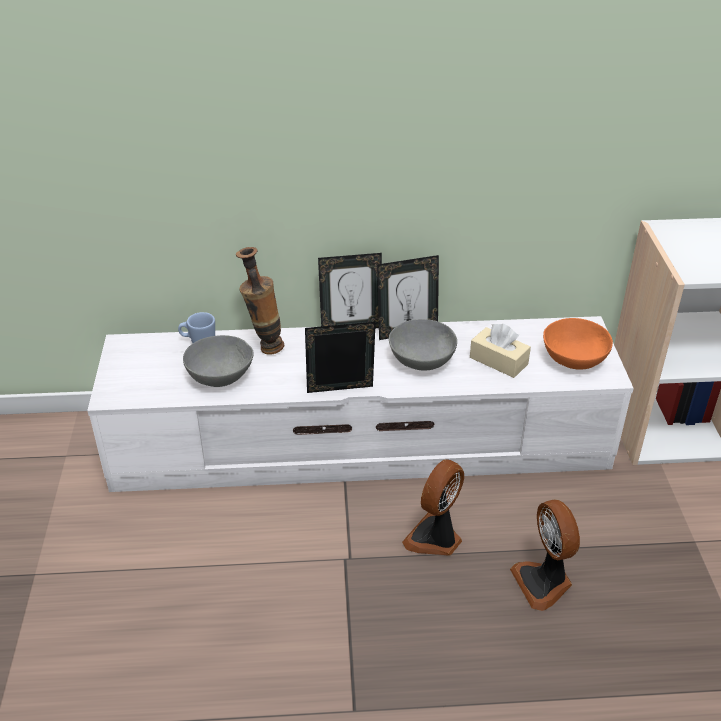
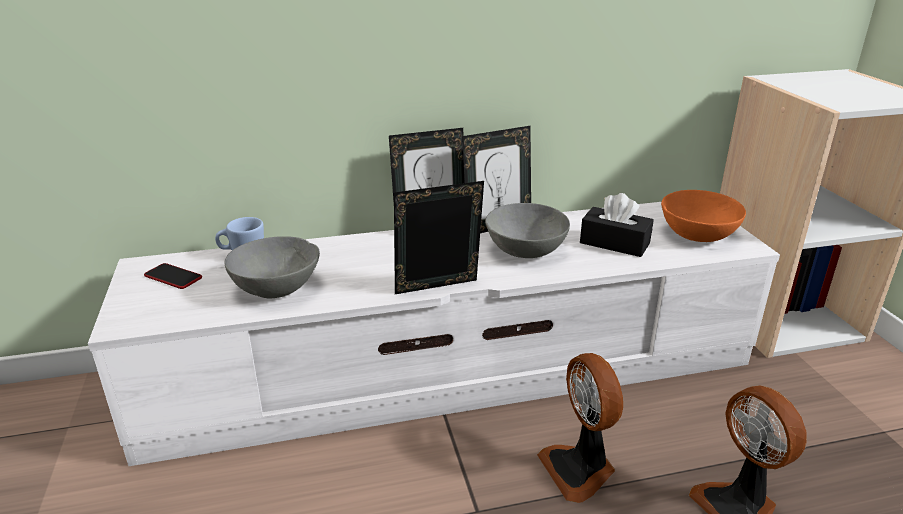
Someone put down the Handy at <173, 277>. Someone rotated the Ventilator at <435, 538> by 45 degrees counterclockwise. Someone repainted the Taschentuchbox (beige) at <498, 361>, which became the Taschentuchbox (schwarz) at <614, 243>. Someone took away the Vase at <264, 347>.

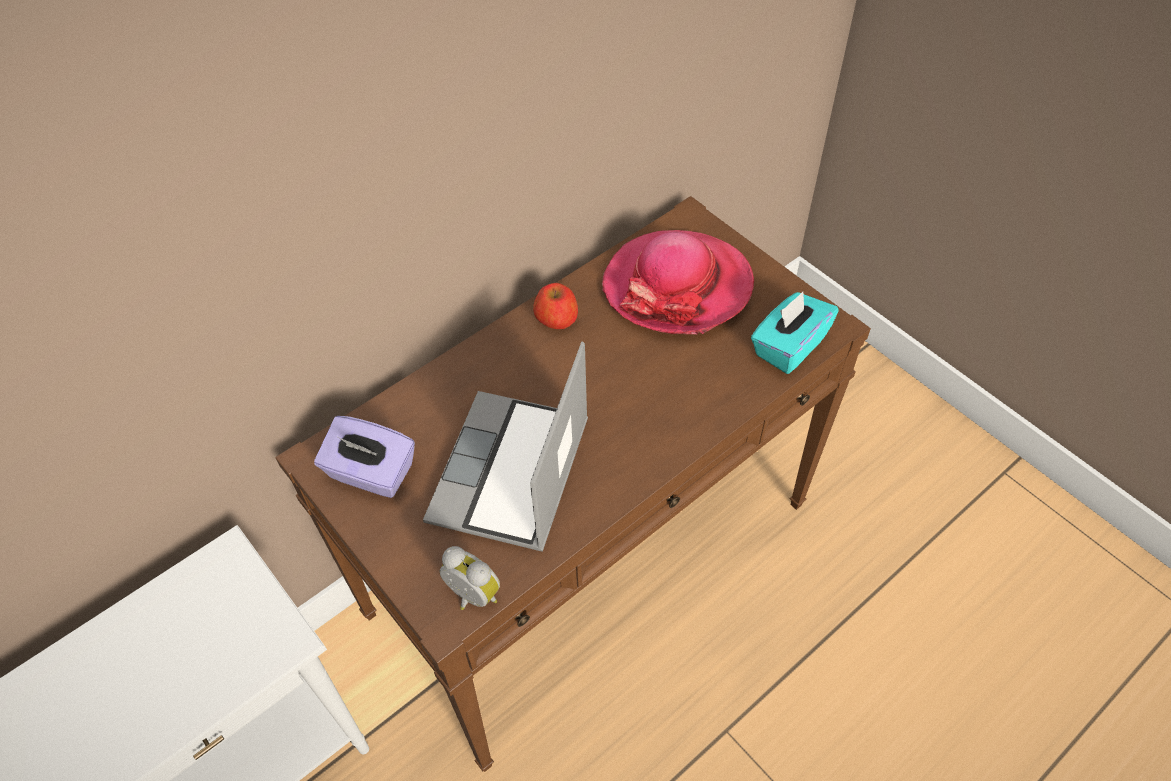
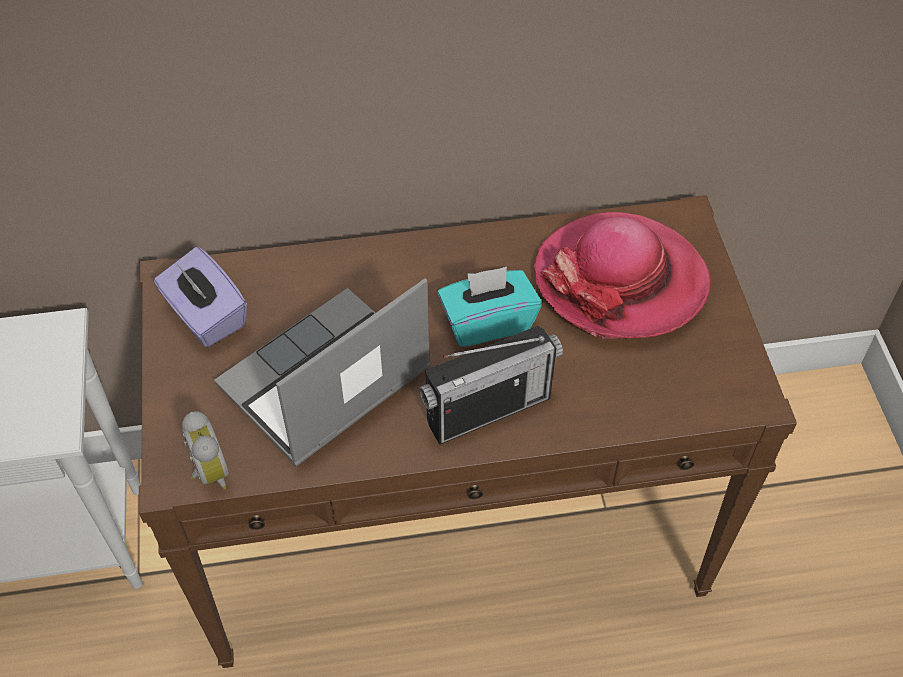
Someone put down the Radio at <488, 409>. Someone carried the Taschentuchbox (türkis) from <789, 346> to <487, 322>. Someone took away the Apfel at <556, 318>.

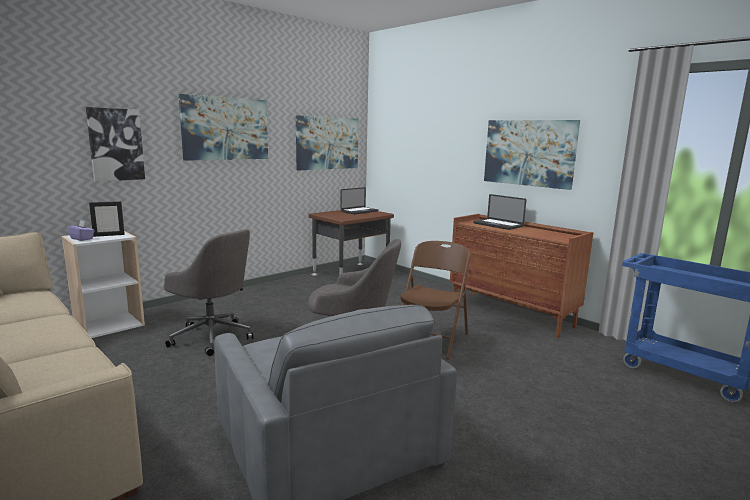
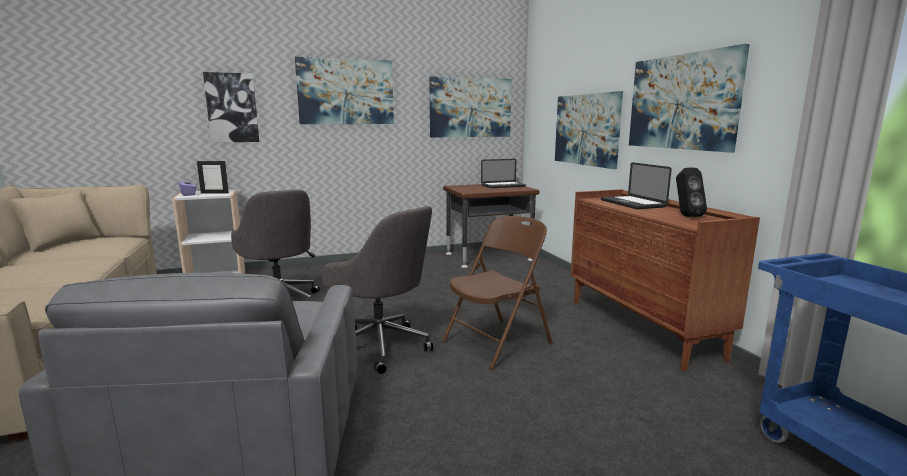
Someone put up the Bild at <586, 129>. Someone put down the Lautsprecher (schwarz) at <686, 216>.

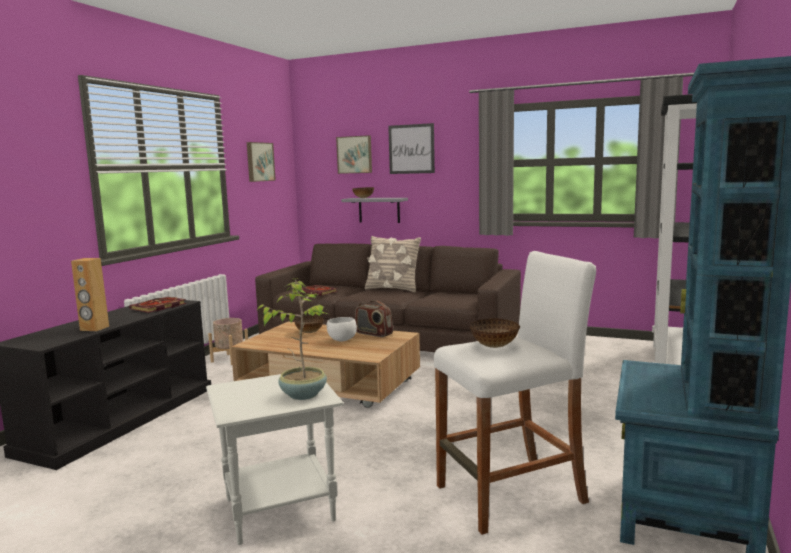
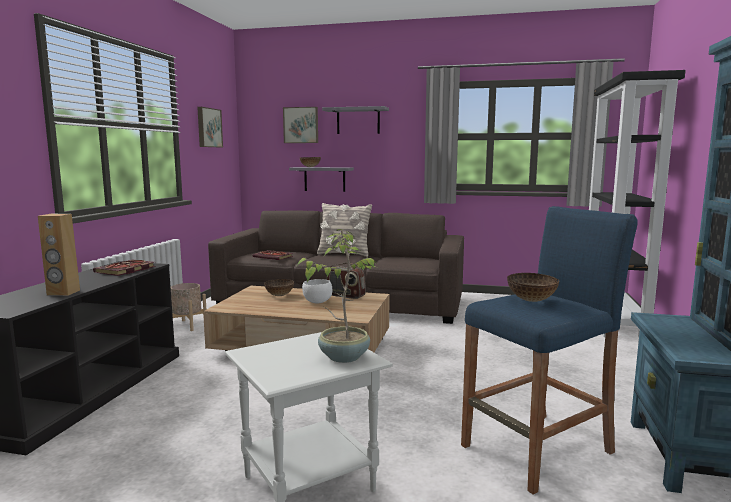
Someone swapped the Bild at <411, 149> for the Wandregal (grau) at <358, 121>. Someone repainted the Hocker (weiß) at <510, 495>, which became the Hocker (blau) at <537, 450>.

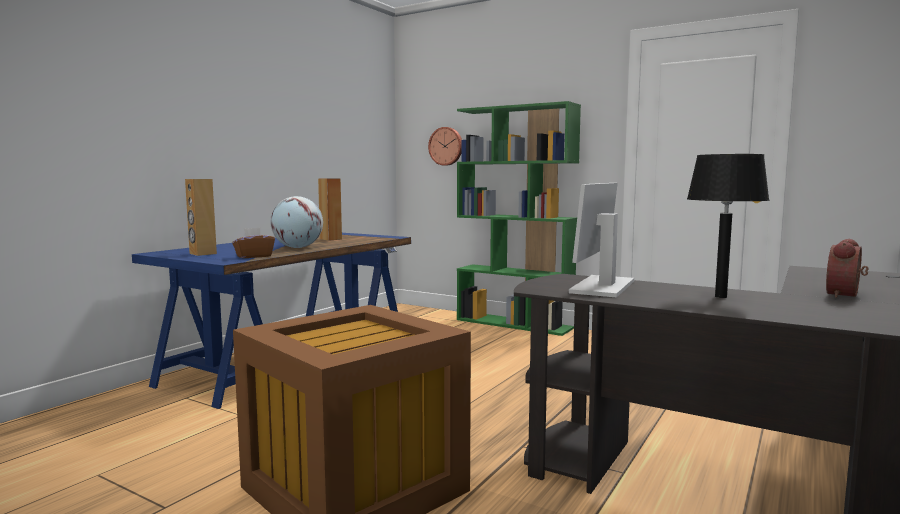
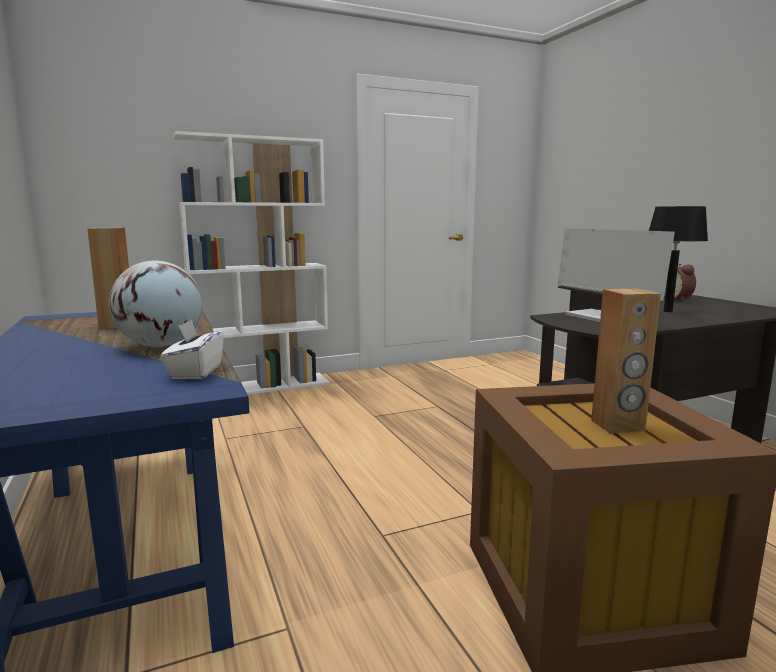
Someone repainted the Taschentuchbox (braun) at <254, 256>, which became the Taschentuchbox (weiß) at <195, 372>. Someone repainted the Bücherregal (grün) at <514, 324>, which became the Bücherregal (weiß) at <263, 386>. Someone carried the Lautsprecher (braun) from <202, 253> to <618, 425>. Someone took away the Wanduhr at <446, 146>.

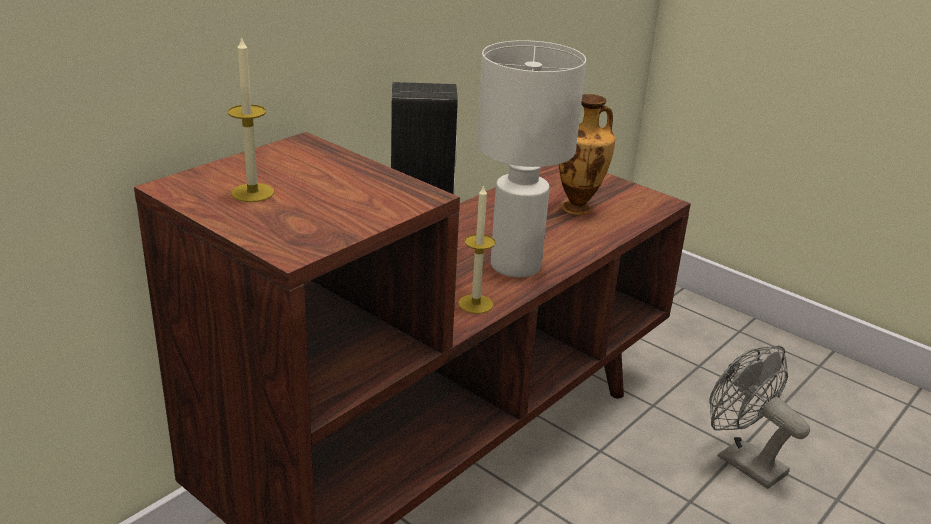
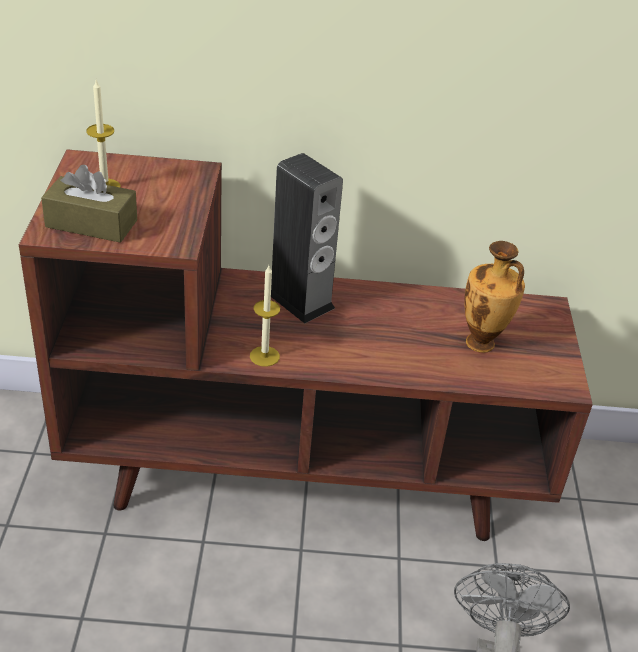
Someone put down the Taschentuchbox (braun) at <91, 223>. Someone took away the Tischlampe (weiß) at <514, 265>.

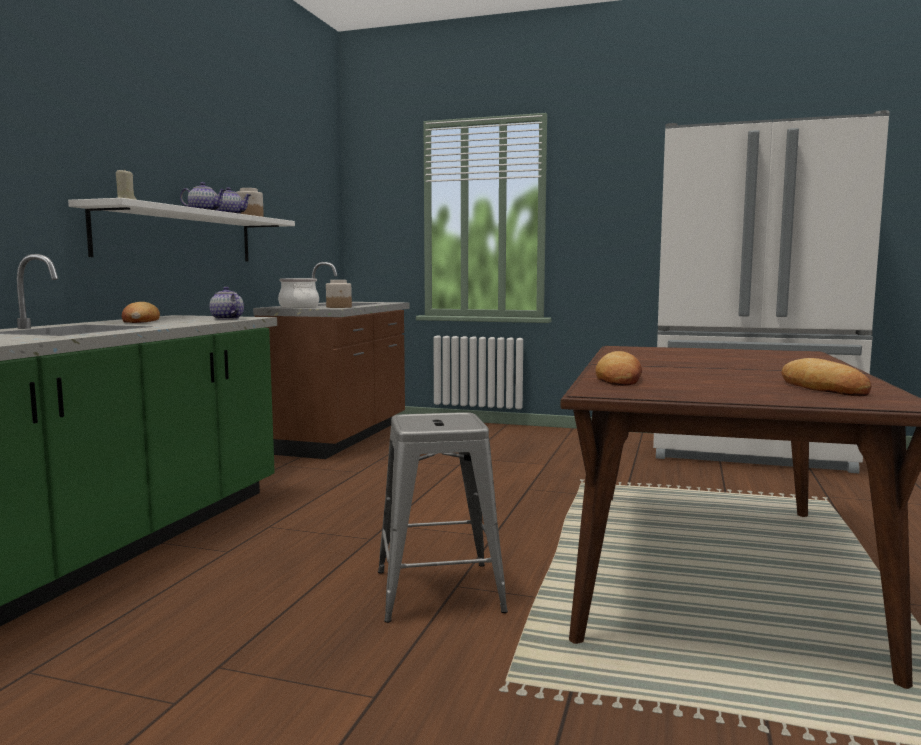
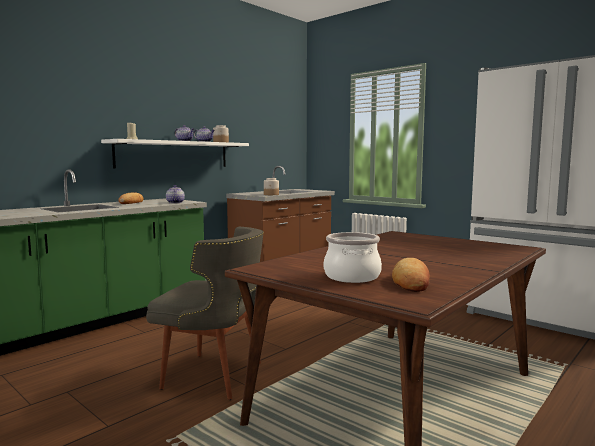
Someone swapped the Hocker (grau) at <438, 591> for the Stuhl (grau) at <212, 376>. Someone carried the Kochtopf from <299, 307> to <352, 276>. Someone took away the Brot at <620, 378>.

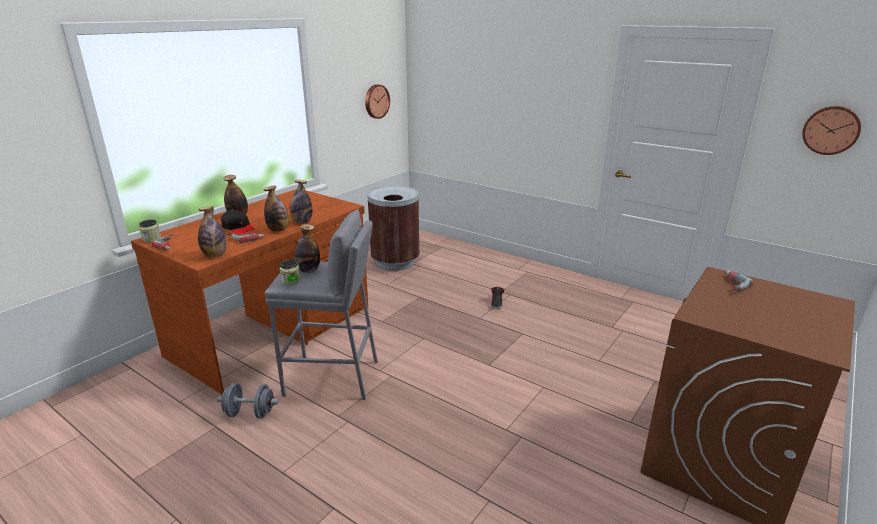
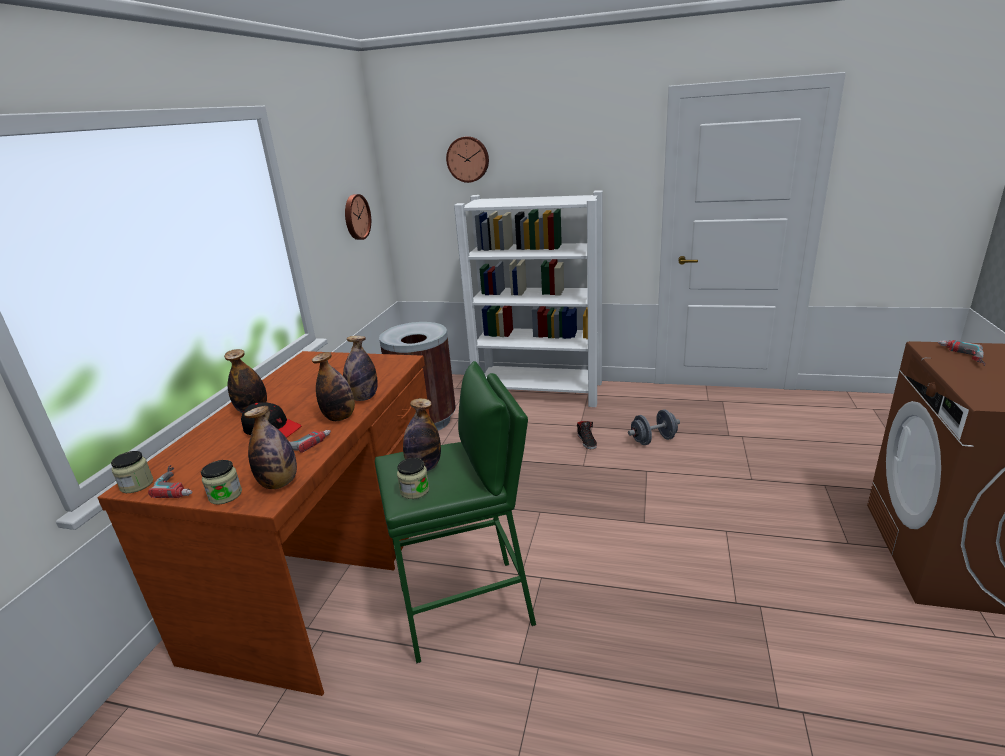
Someone put down the Vorratsglas at <225, 495>. Someone repainted the Hocker (grau) at <332, 377>, which became the Hocker (grün) at <467, 607>. Someone carried the Wanduhr from <831, 130> to <468, 159>. Someone put down the Bücherregal (weiß) at <538, 391>. Someone carried the Hantel (grau) from <250, 413> to <653, 440>.

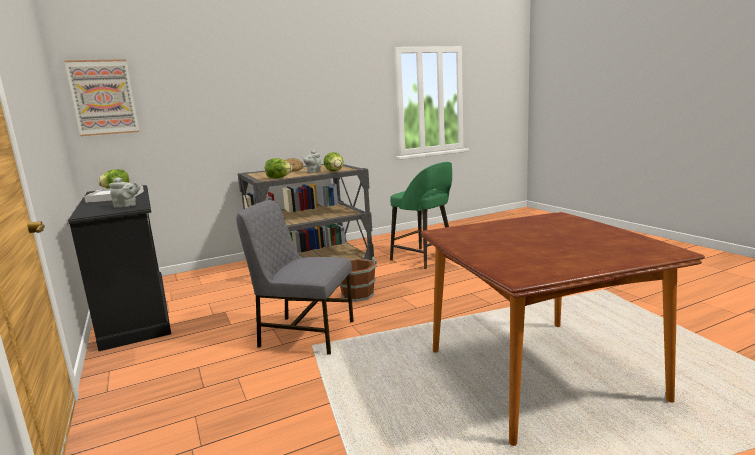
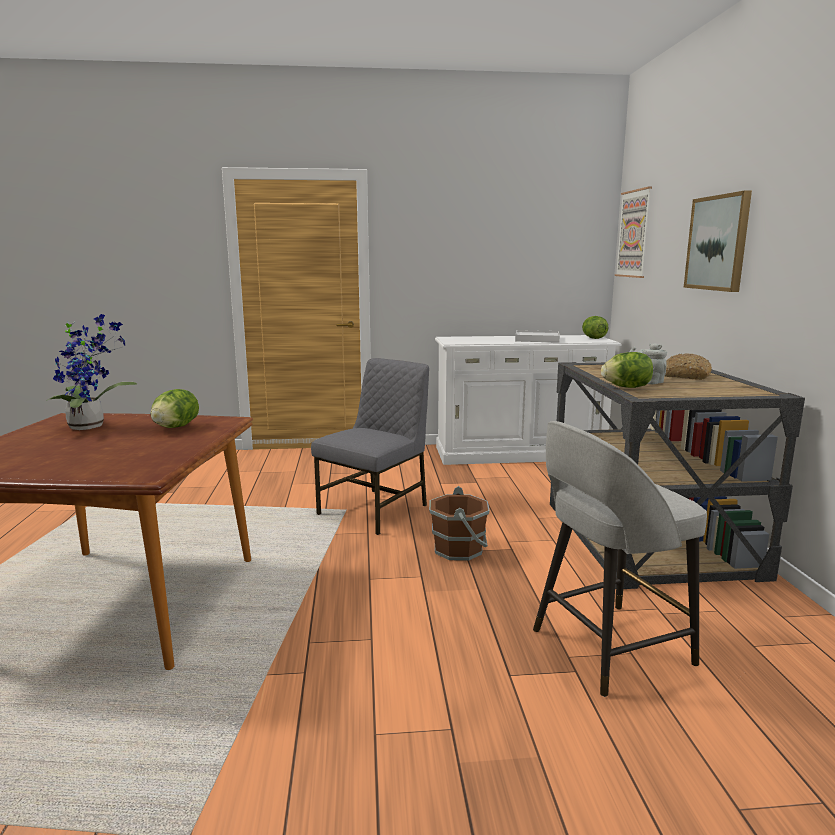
Someone put down the Topfpflanze at <91, 426>. Someone carried the Salatkopf from <278, 178> to <176, 427>. Someone repainted the Schrank (schwarz) at <135, 309>, which became the Schrank (weiß) at <520, 453>. Someone repainted the Hocker (grün) at <424, 258>, which became the Hocker (grau) at <607, 648>. Someone put up the Bild at <718, 243>. Someone took away the Teekanne (grau) at <127, 206>.

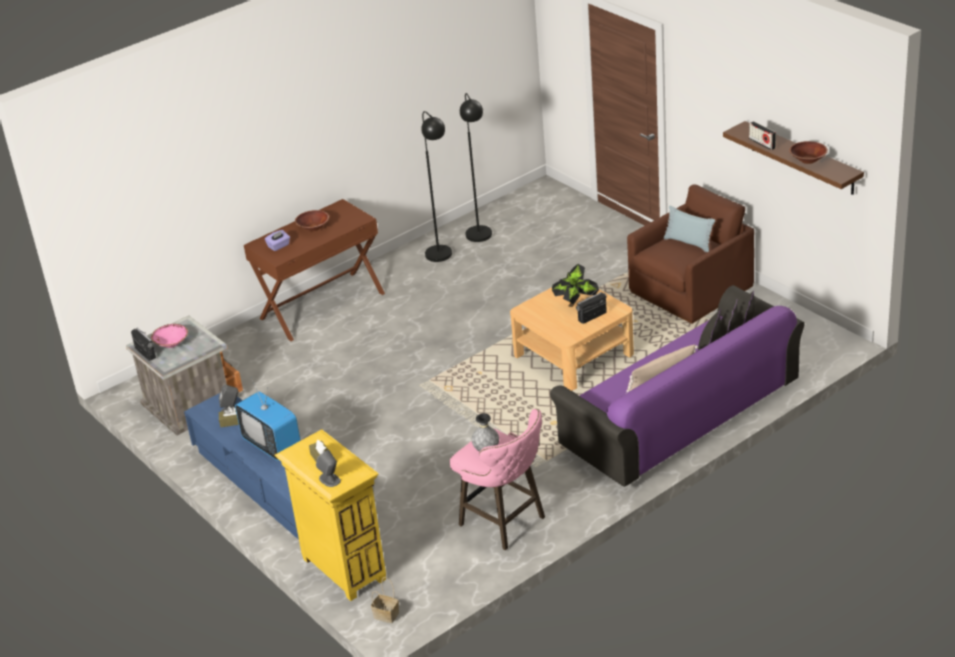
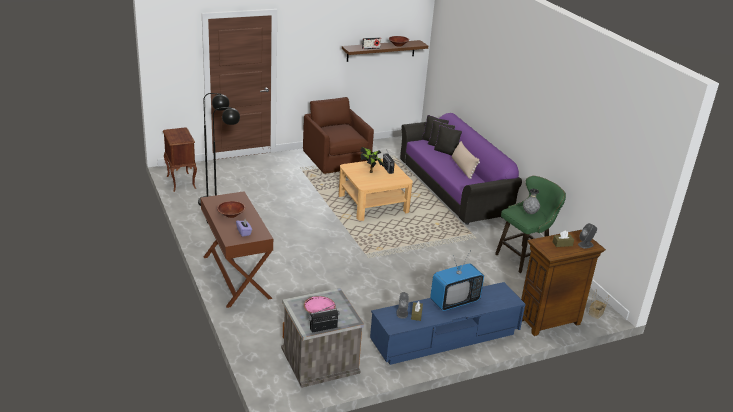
Someone put down the Nachttisch (braun) at <181, 182>. Someone repainted the Hocker (rosa) at <505, 523>, which became the Hocker (grün) at <523, 258>. Someone repainted the Schrank (gelb) at <342, 569>, which became the Schrank (braun) at <548, 322>. Someone took away the Kissen (blau) at <689, 243>.

